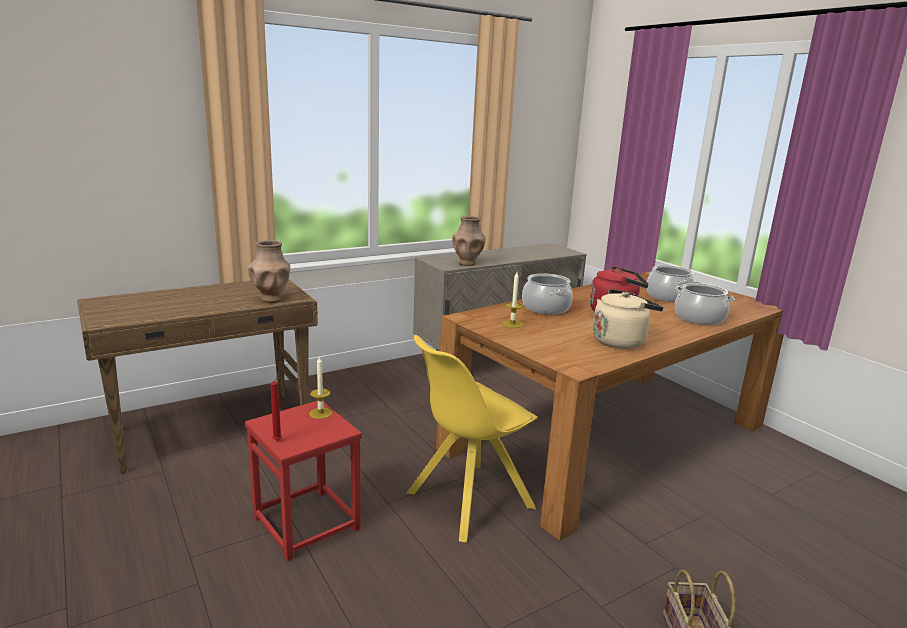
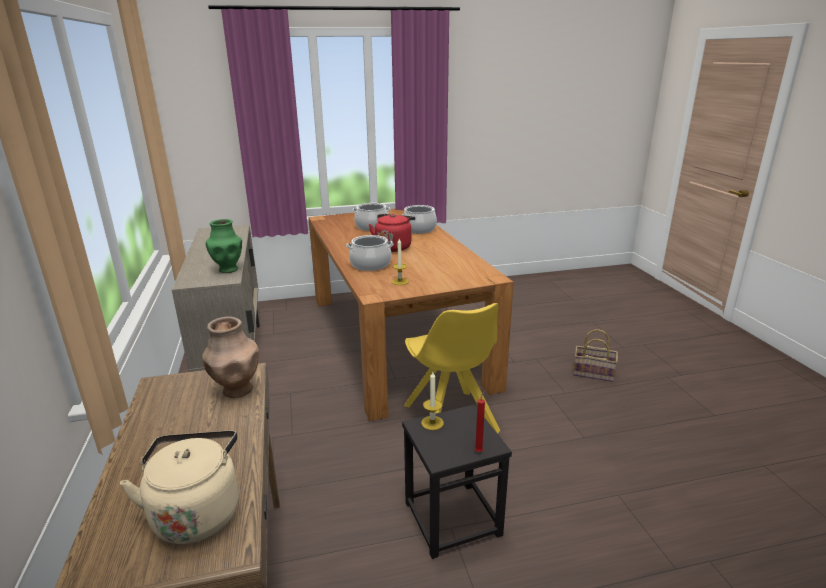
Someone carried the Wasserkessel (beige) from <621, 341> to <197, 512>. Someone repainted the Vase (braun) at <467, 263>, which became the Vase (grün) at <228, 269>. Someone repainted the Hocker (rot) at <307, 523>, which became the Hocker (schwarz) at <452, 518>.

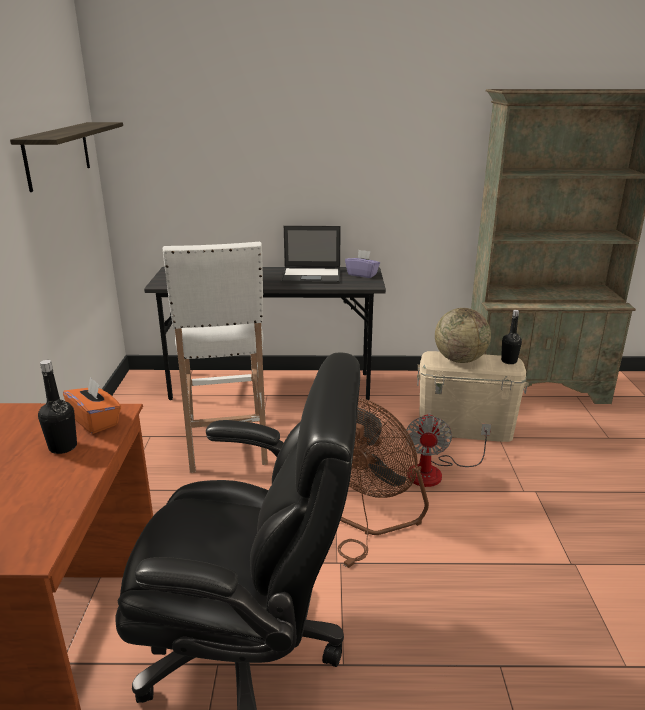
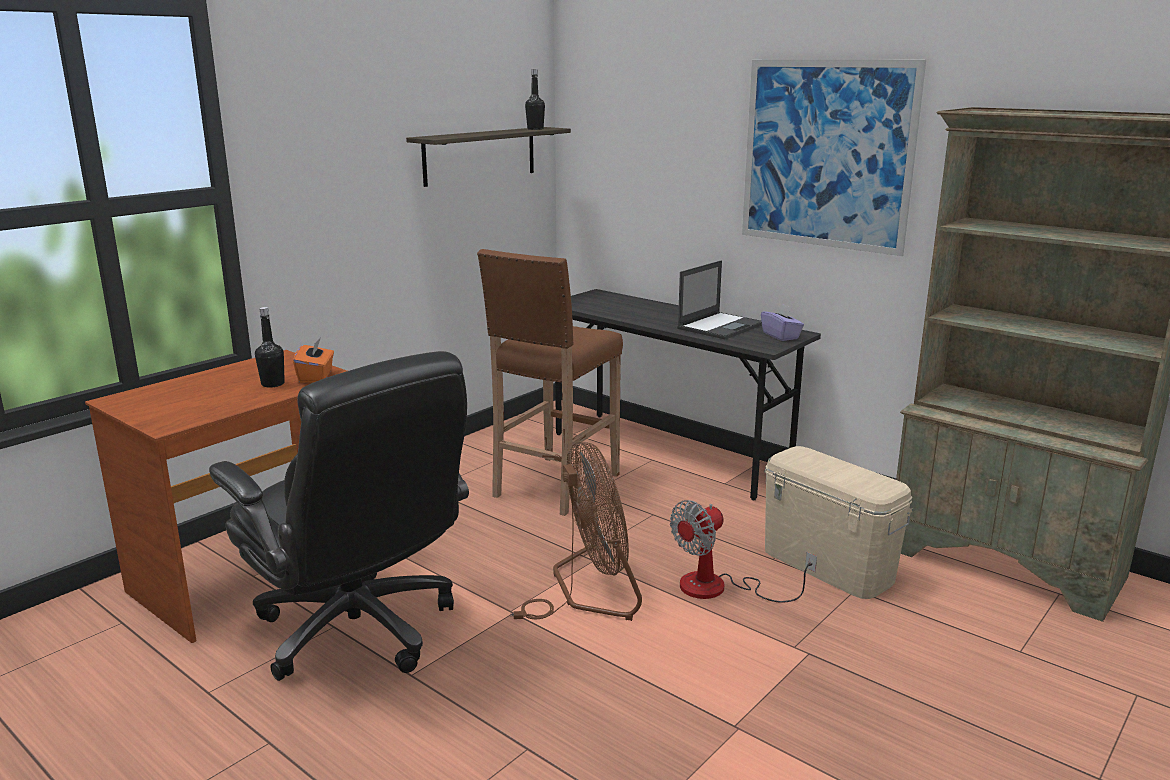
Someone repainted the Hocker (weiß) at <226, 443>, which became the Hocker (braun) at <554, 486>. Someone carried the Flasche (schwarz) from <509, 361> to <535, 129>. Someone rotated the Laptop at <312, 276> by 90 degrees counterclockwise. Someone put up the Bild at <826, 155>. Someone took away the Globus at <460, 360>.

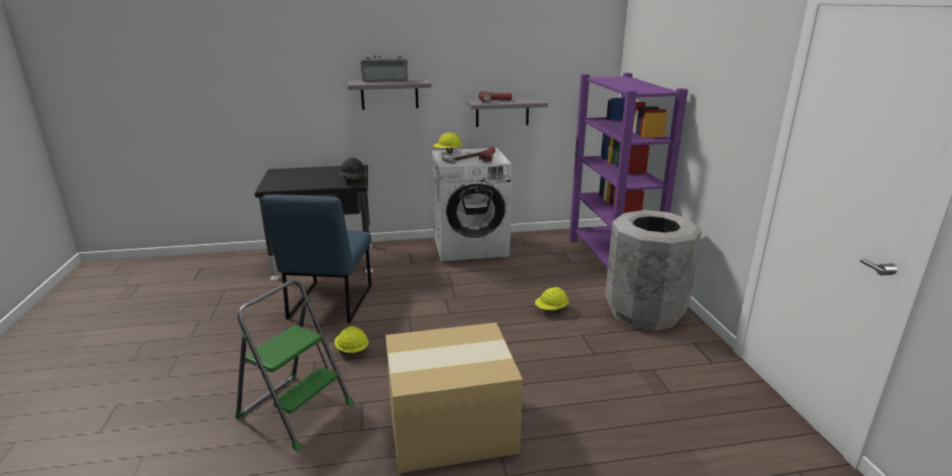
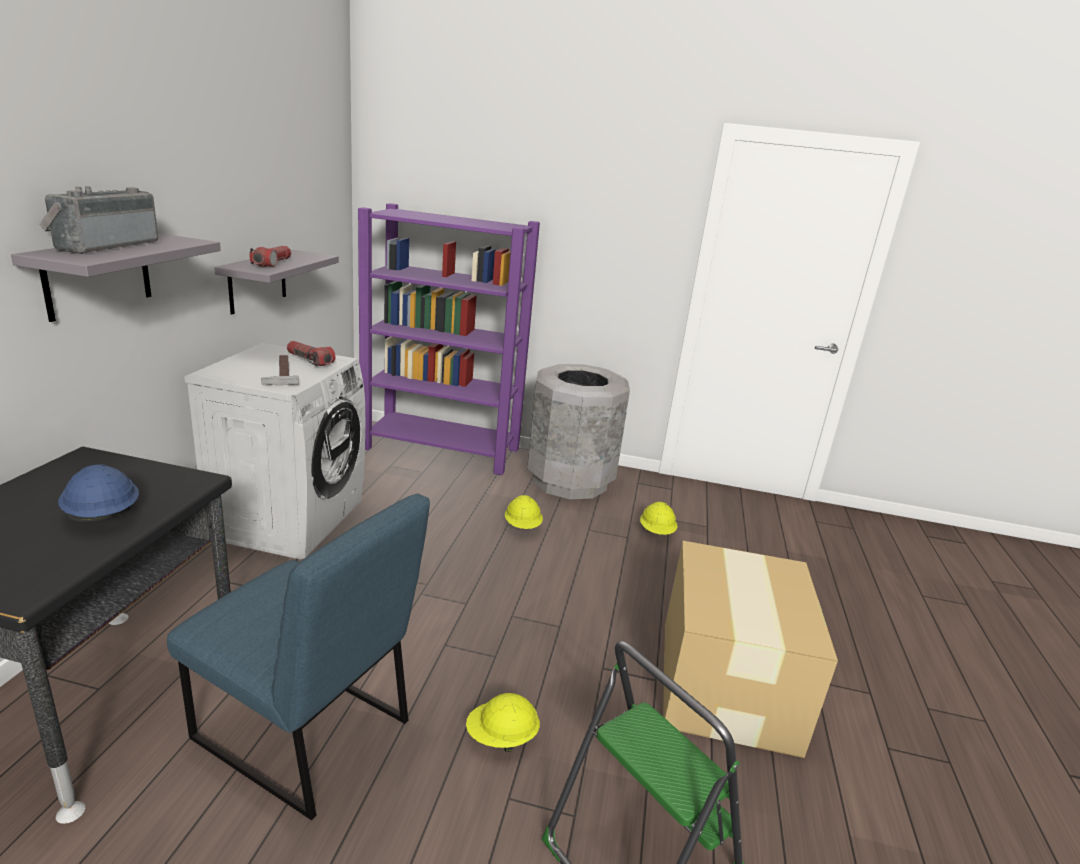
Someone put down the Schutzhelm (blau) at <102, 515>. Someone carried the Schutzhelm (gelb) from <447, 152> to <656, 532>. Someone took away the Schutzhelm (schwarz) at <353, 180>.

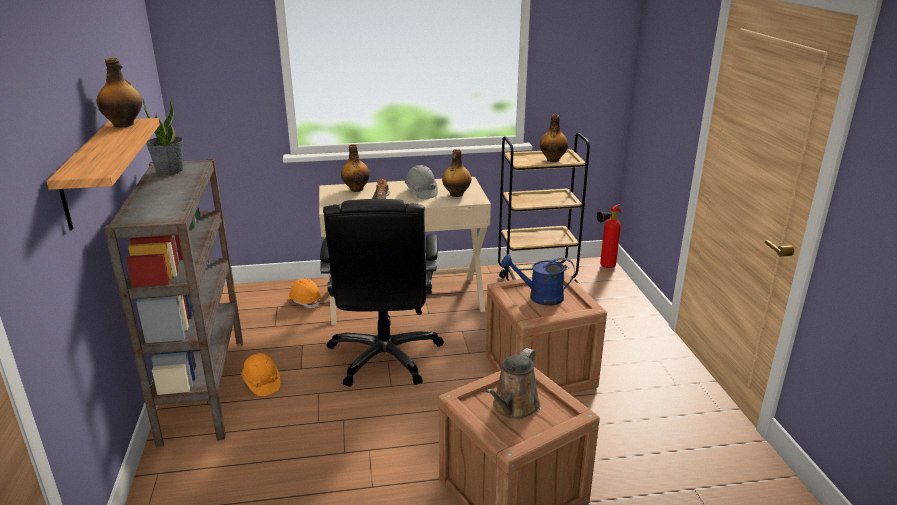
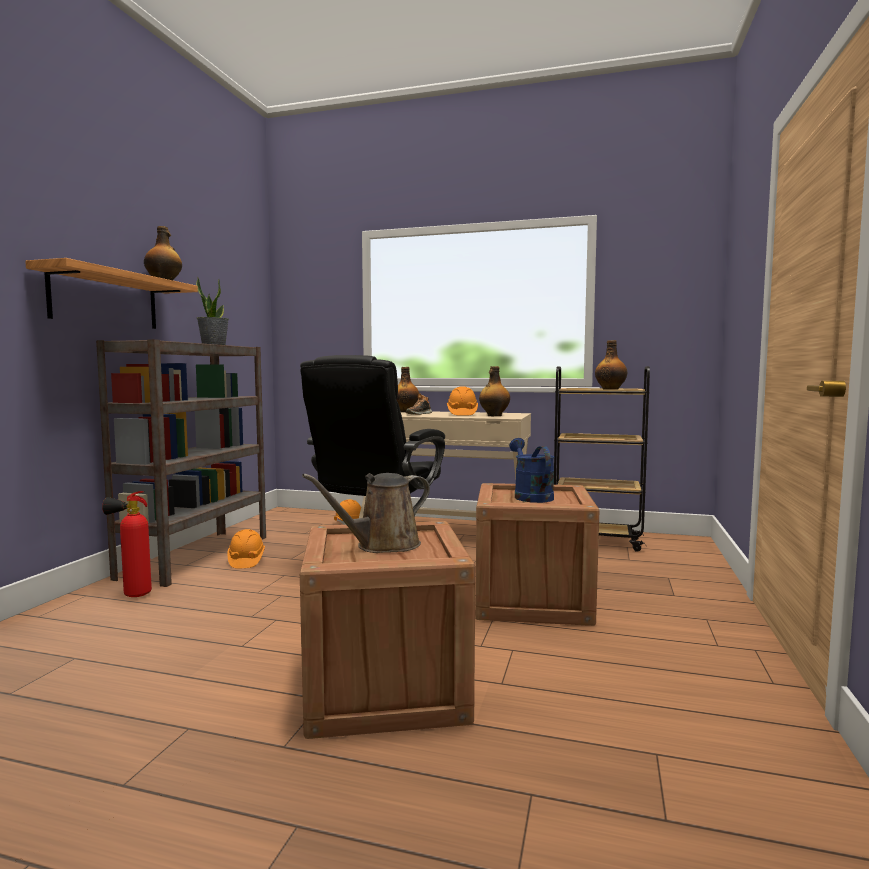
Someone carried the Feuerlöscher from <604, 267> to <132, 595>. Someone repainted the Schutzhelm (grau) at <421, 192>, which became the Schutzhelm (orange) at <462, 414>. Someone rotated the Gießkanne (blau) at <539, 297> by 45 degrees clockwise.

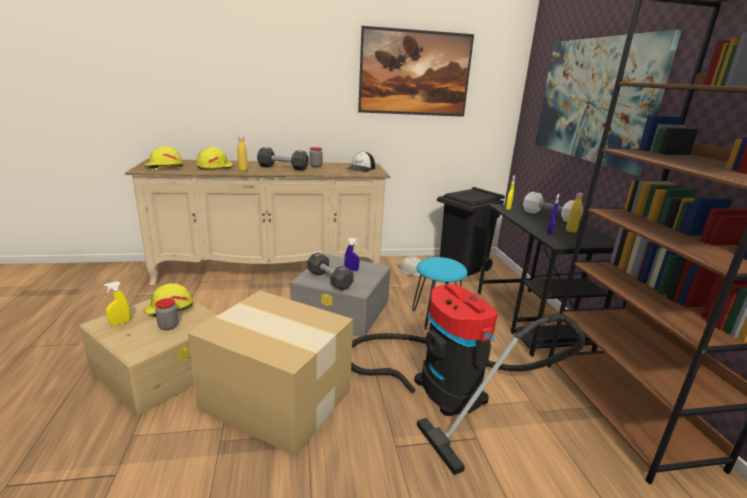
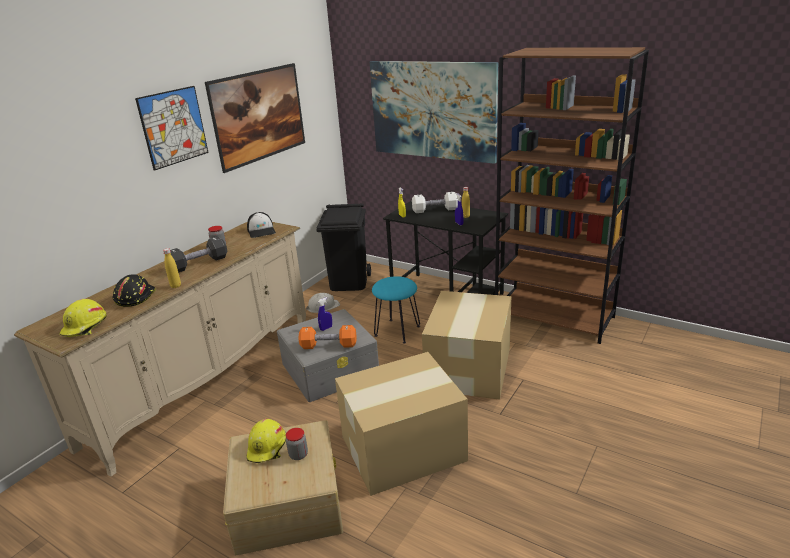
Someone repainted the Schutzhelm (gelb) at <215, 167>, which became the Schutzhelm (schwarz) at <134, 297>. Someone put up the Bild at <173, 127>. Someone repainted the Hantel (schwarz) at <329, 280>, which became the Hantel (orange) at <328, 345>. Someone swapped the Staubsauger at <443, 386> for the Karton at <469, 367>. Someone took away the Sprühflasche (gelb) at <120, 323>.

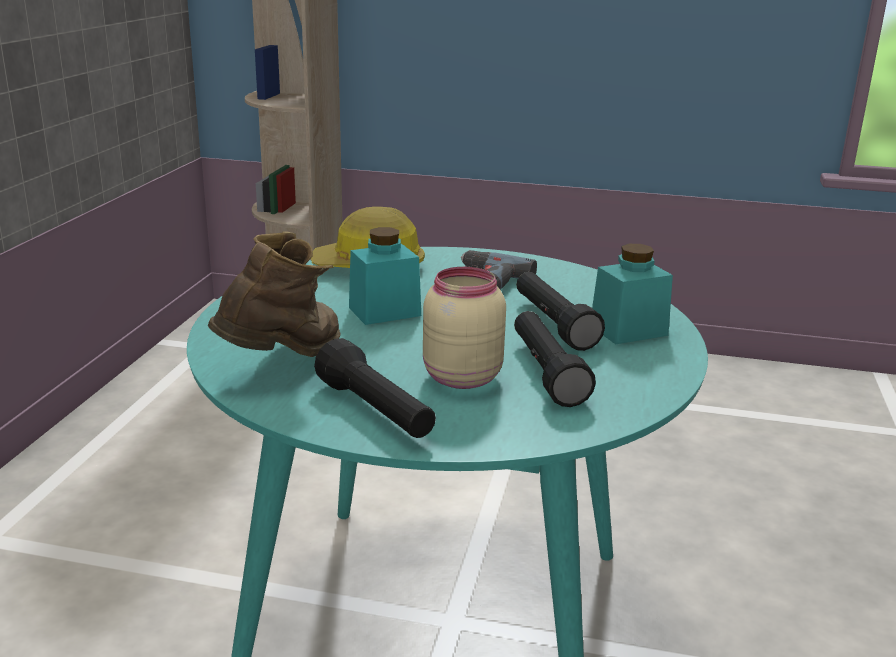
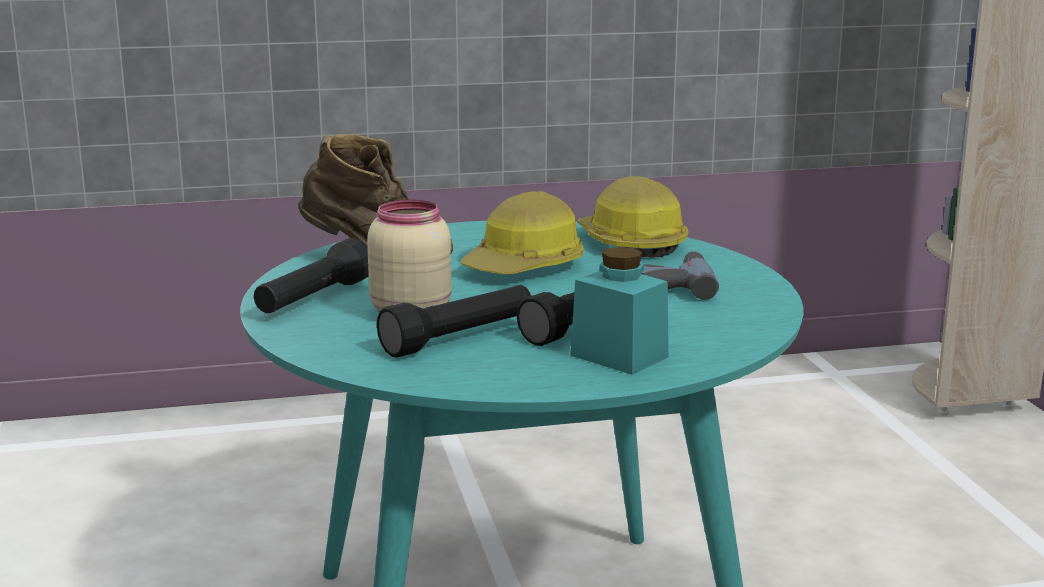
Someone swapped the Vorratsglas (türkis) at <384, 311> for the Schutzhelm at <525, 267>.

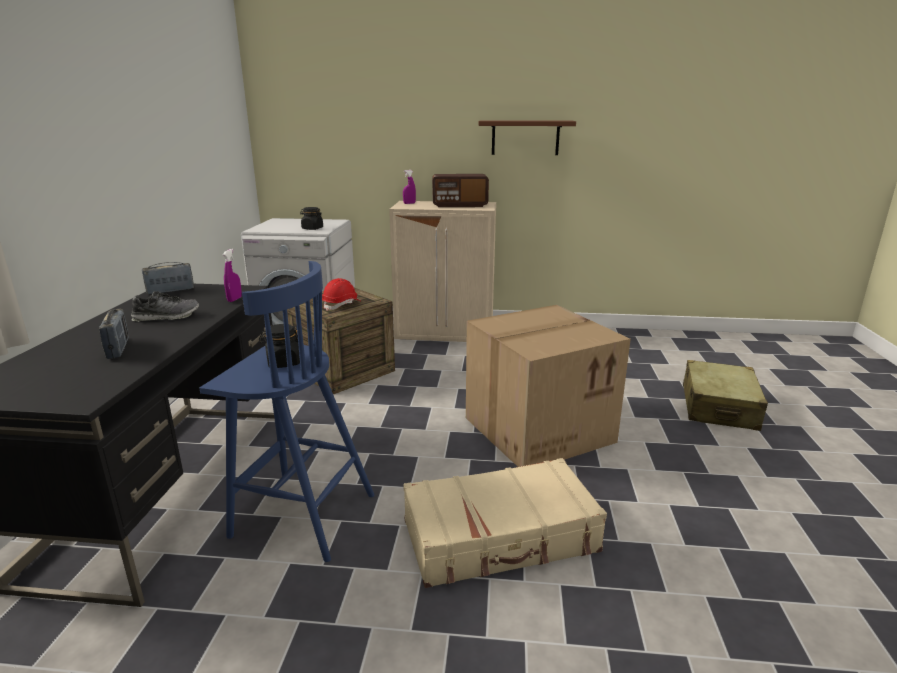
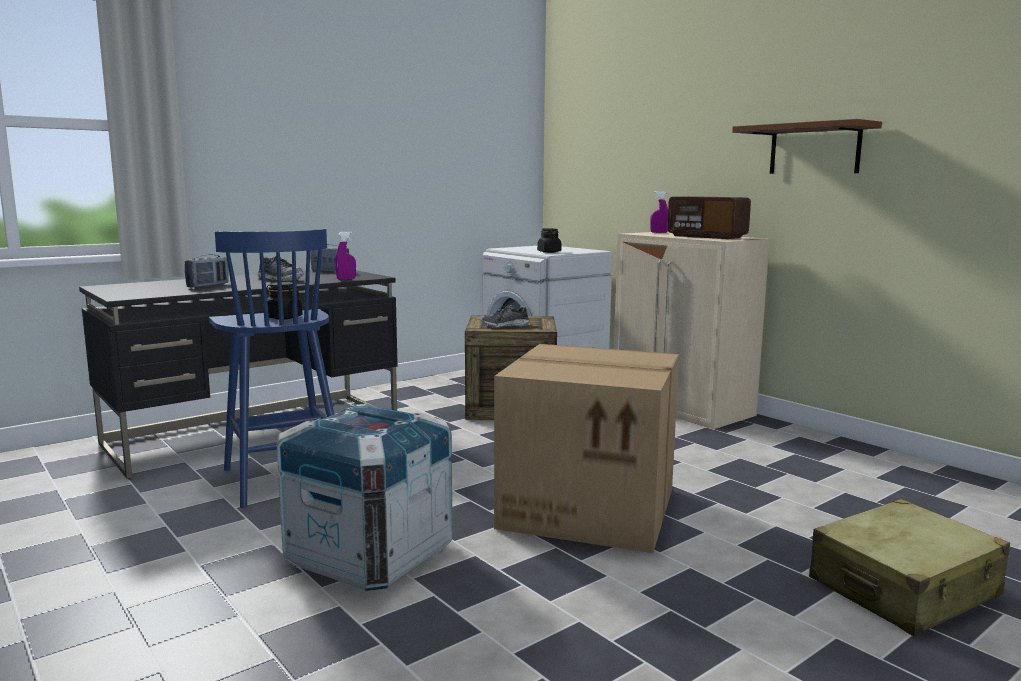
Someone swapped the Koffer (beige) at <500, 537> for the Kiste at <370, 555>. Someone swapped the Schutzhelm (rot) at <342, 305> for the Schuh at <505, 325>.

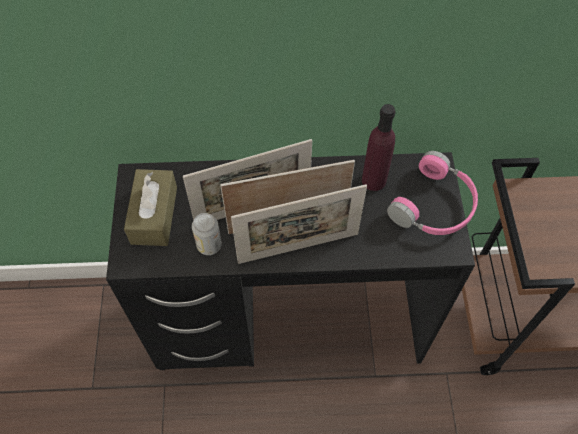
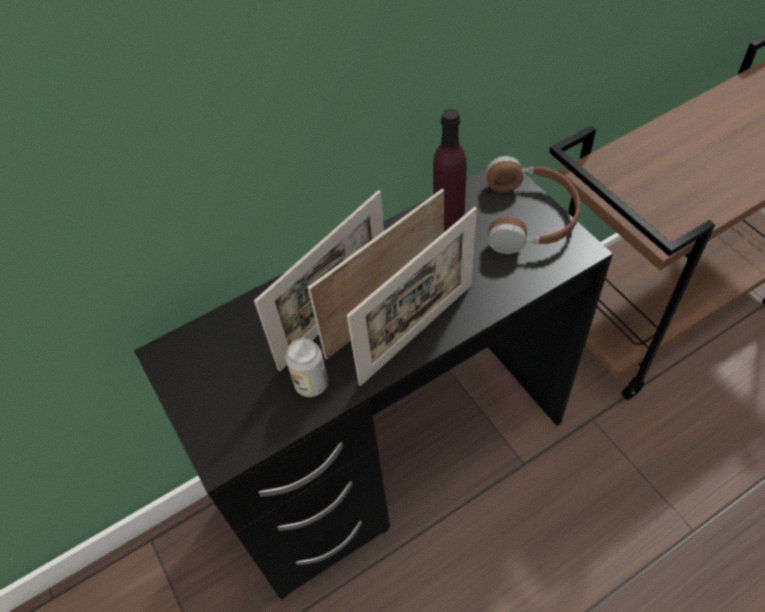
Someone repainted the Kopfhörer (rosa) at <435, 206>, which became the Kopfhörer (braun) at <531, 216>. Someone took away the Taschentuchbox (braun) at <154, 215>.

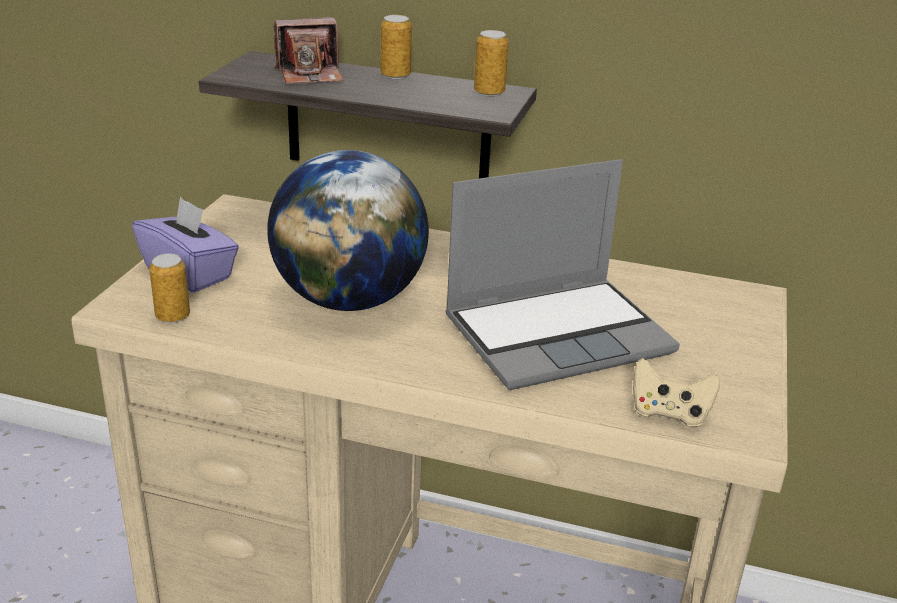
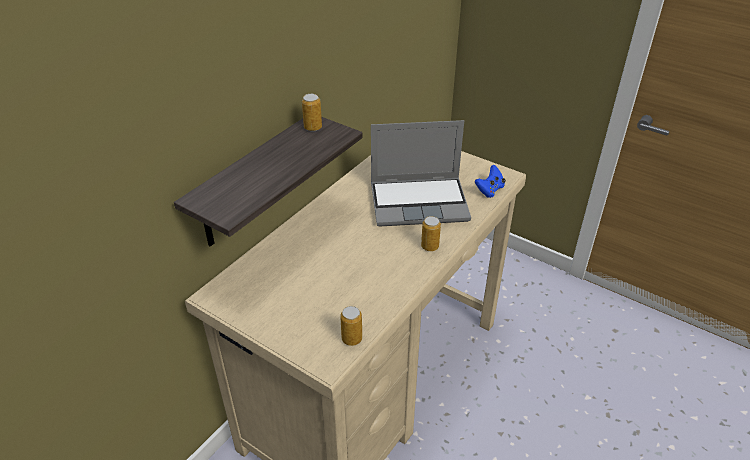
Someone rotated the Laptop at <559, 334> by 90 degrees clockwise. Someone carried the Dose from <395, 75> to <430, 246>. Someone repainted the Gamepad (beige) at <669, 413>, which became the Gamepad (blau) at <489, 190>. Someone took away the Taschentuchbox (lila) at <189, 273>. Someone took away the Globus at <349, 299>. Someone took away the Kamera at <310, 75>.

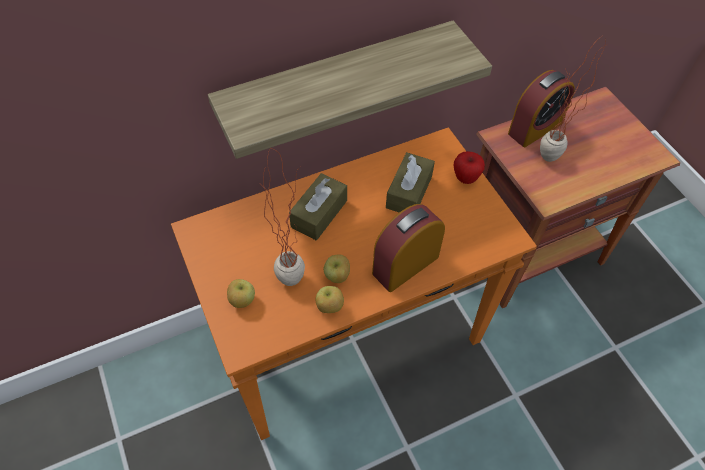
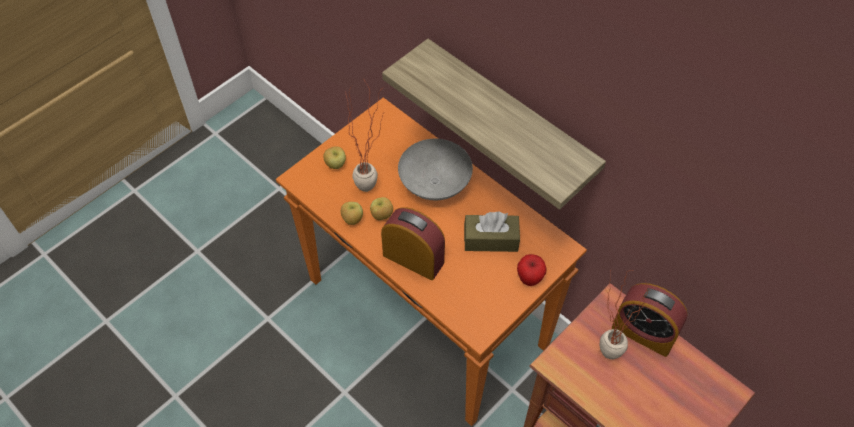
Someone swapped the Taschentuchbox (braun) at <319, 213> for the Schüssel (grau) at <436, 184>.

